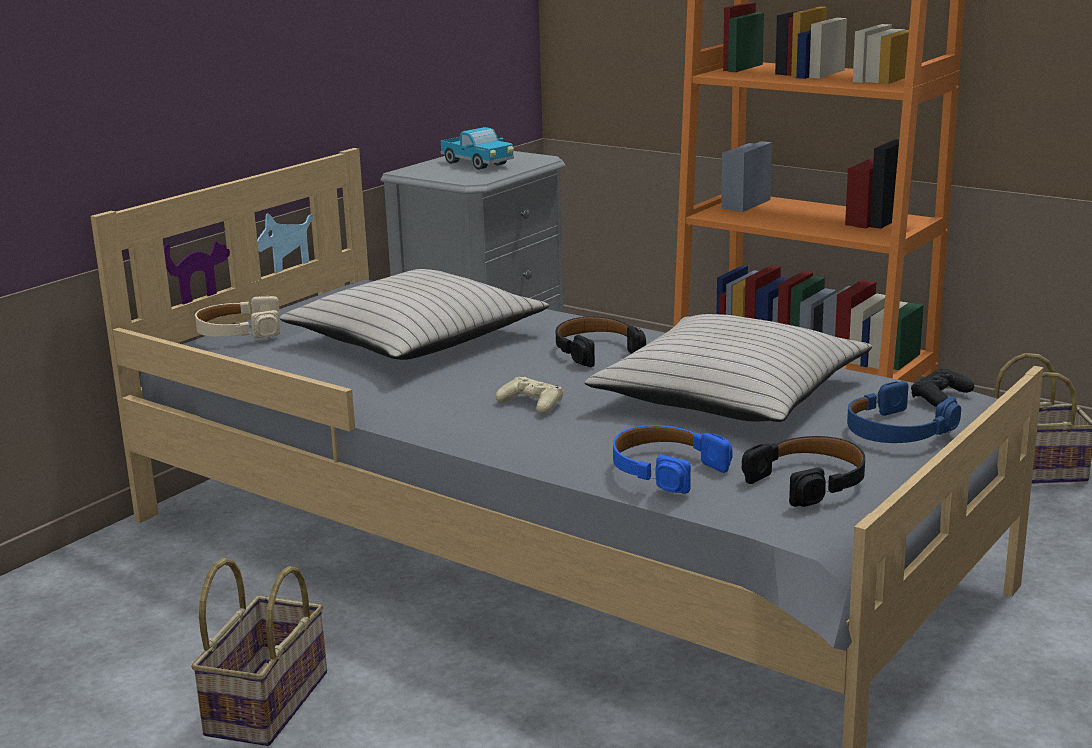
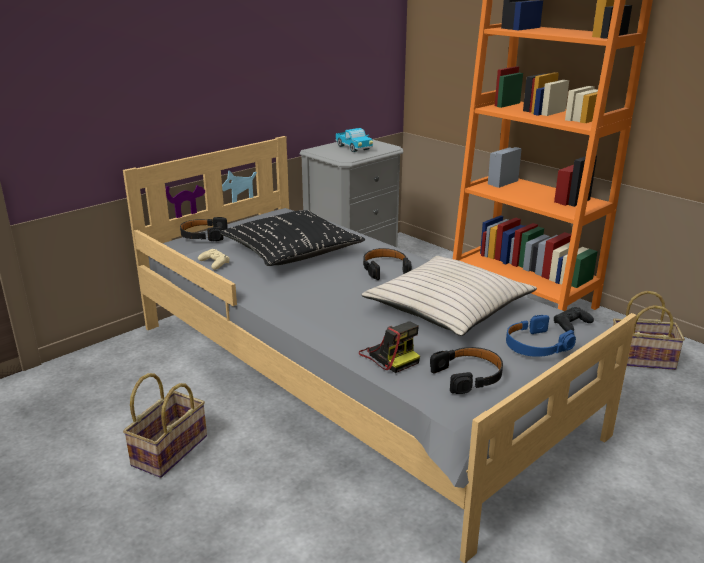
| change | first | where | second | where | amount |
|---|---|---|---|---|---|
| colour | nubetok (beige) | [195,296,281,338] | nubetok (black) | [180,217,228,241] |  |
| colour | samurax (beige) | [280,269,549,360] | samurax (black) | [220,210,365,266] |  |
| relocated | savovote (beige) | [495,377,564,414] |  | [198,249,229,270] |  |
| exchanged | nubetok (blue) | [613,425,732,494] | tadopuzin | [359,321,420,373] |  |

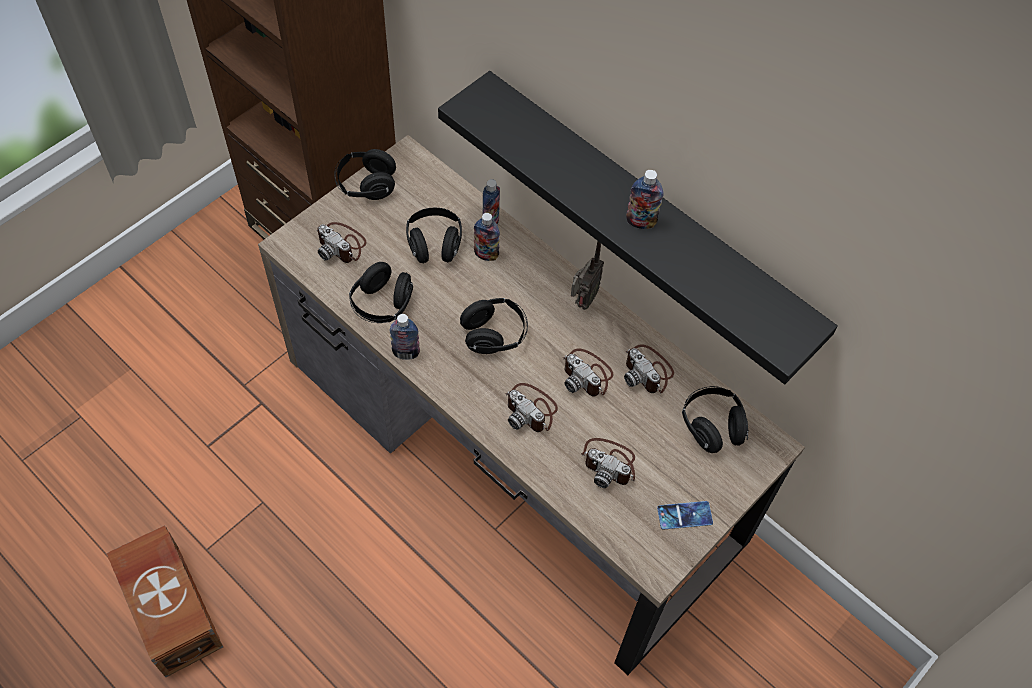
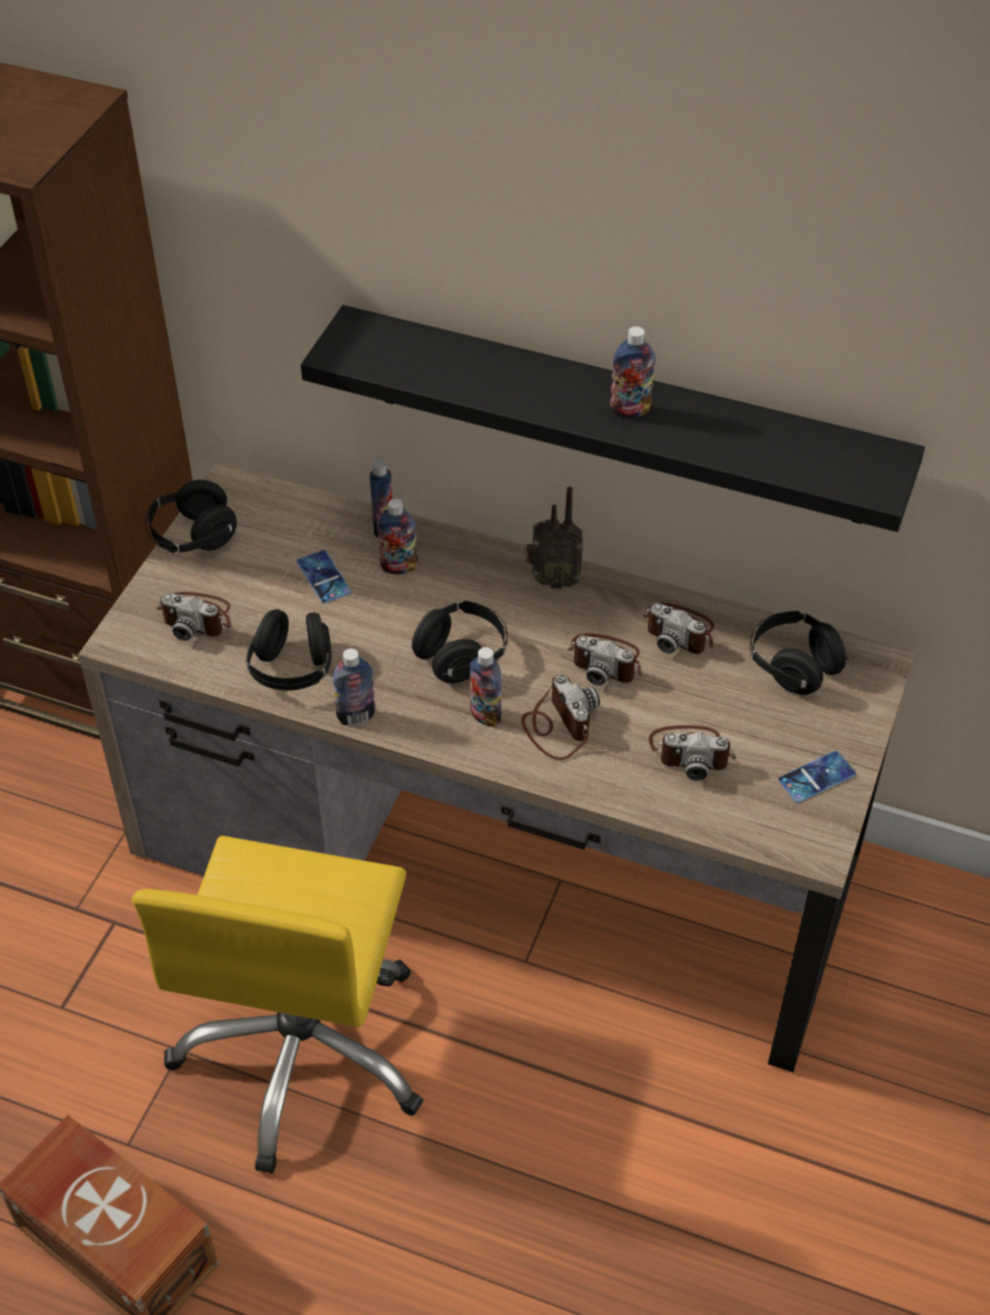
| change | first | where | second | where | amount |
|---|---|---|---|---|---|
| exchanged | nubetok (black) | [406,208,462,263] | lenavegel | [297,550,351,603] |  |
| spun | tadopuzin | [505,383,558,432] |  | [521,675,600,760] | 135 degrees counterclockwise |
| spun | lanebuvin | [571,241,604,310] |  | [526,486,583,589] | 90 degrees clockwise |
| appeared |  |  | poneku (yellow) | [132,836,423,1174] |  |
| appeared |  |  | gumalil | [470,647,501,727] |  |

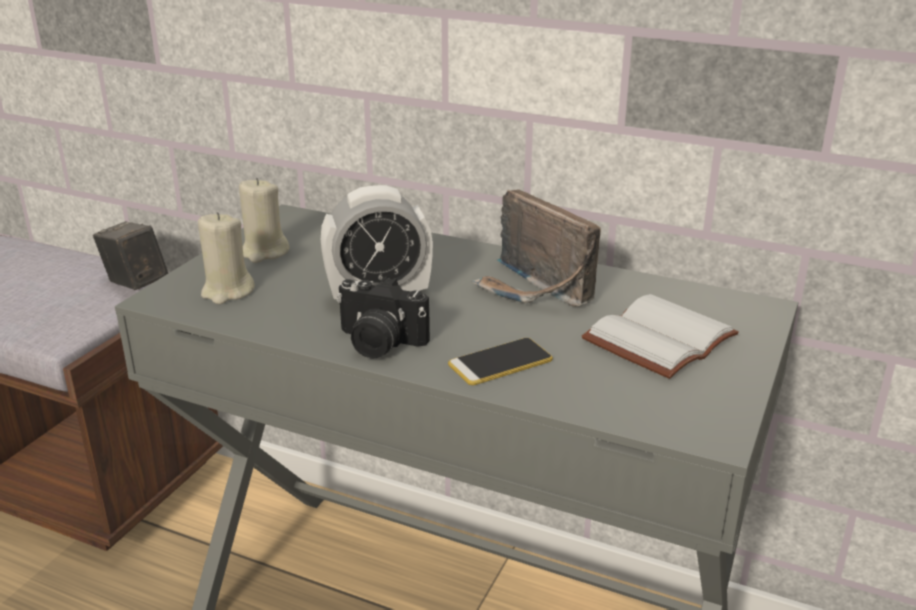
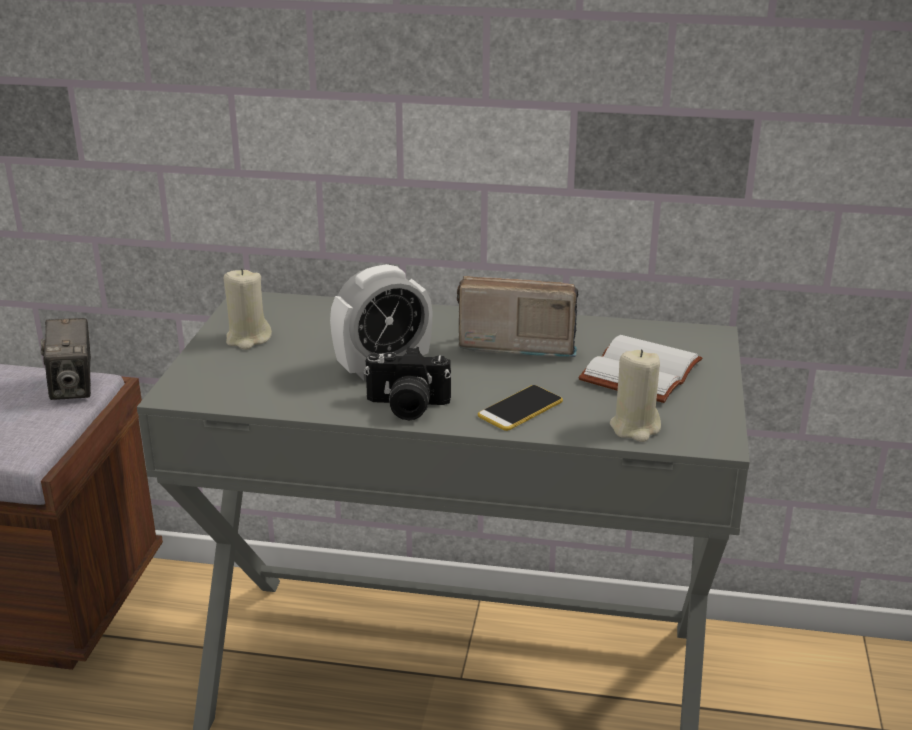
| change | first | where | second | where | amount |
|---|---|---|---|---|---|
| spun | tadopuzin | [93,221,168,290] |  | [40,318,91,400] | 135 degrees counterclockwise |
| relocated | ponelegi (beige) | [198,212,255,304] |  | [610,349,661,442] |  |
| spun | lanebuvin | [471,189,601,307] |  | [457,276,578,357] | 150 degrees clockwise |

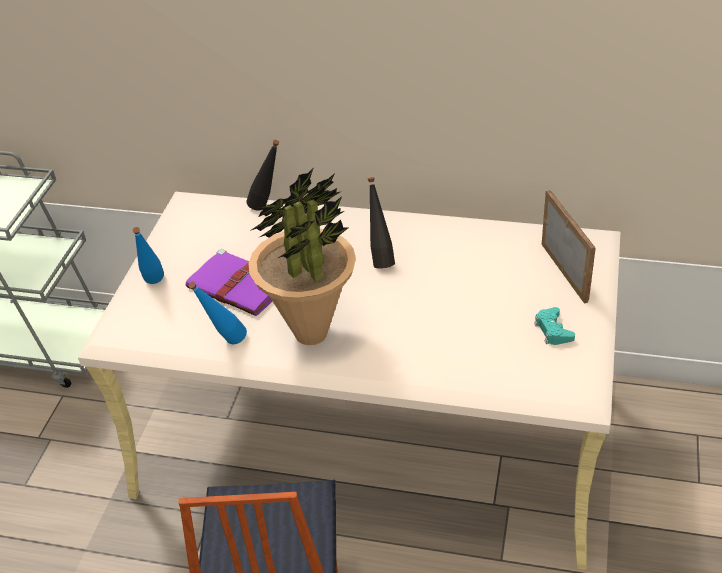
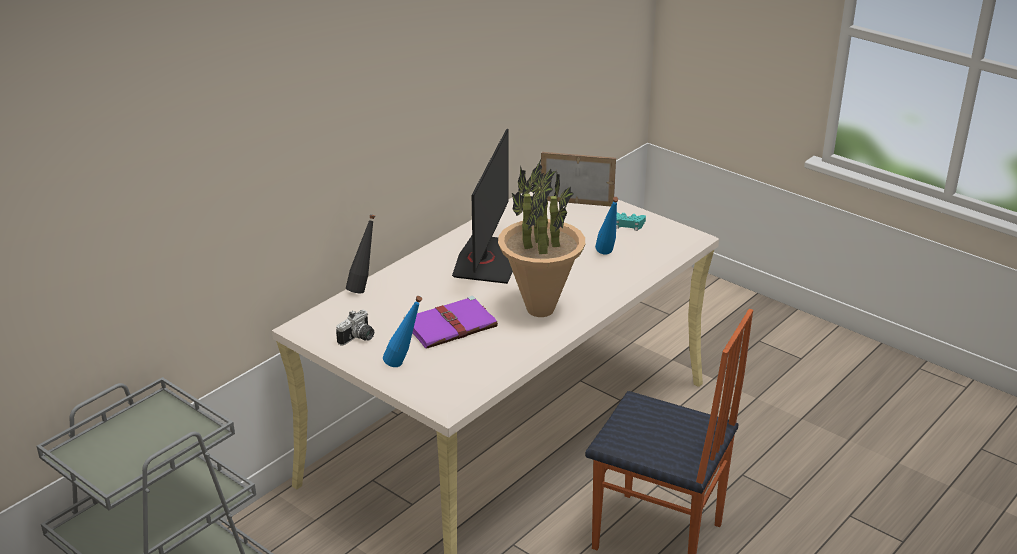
| change | first | where | second | where | amount |
|---|---|---|---|---|---|
| relocated | gumalil (blue) | [189,282,247,345] |  | [595,197,619,254] |  |
| exchanged | gumalil (black) | [368,177,395,269] | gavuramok | [452,129,513,284] |  |
| appeared |  |  | tadopuzin | [336,310,374,345] |  |

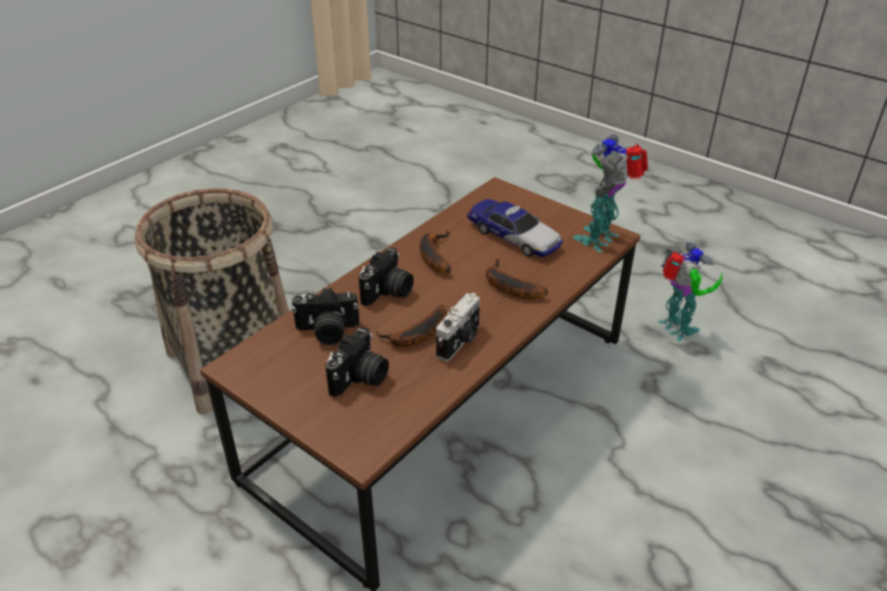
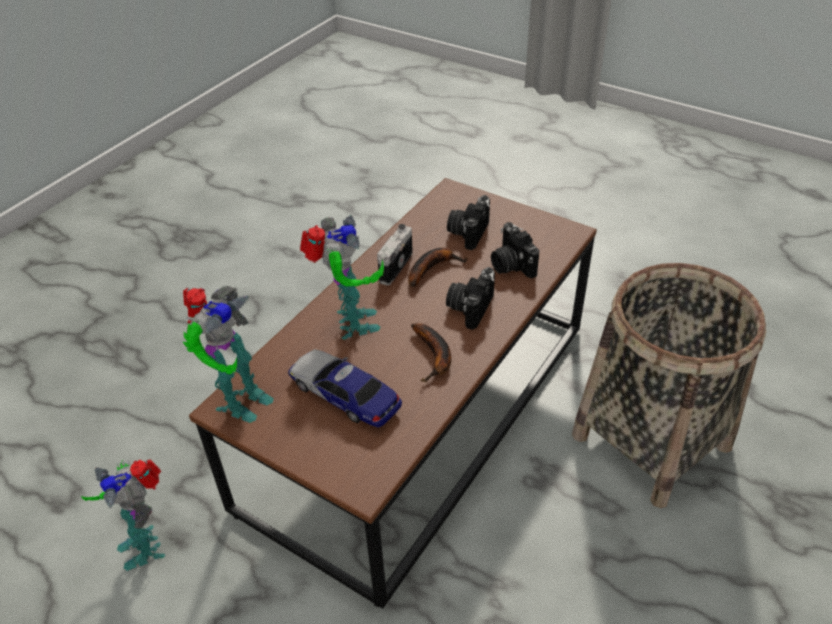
| change | first | where | second | where | amount |
|---|---|---|---|---|---|
| spun | tadopuzin | [292,287,359,345] |  | [491,222,539,278] | 105 degrees counterclockwise |
| exchanged | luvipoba | [486,259,548,299] | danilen | [300,215,384,340] |  |

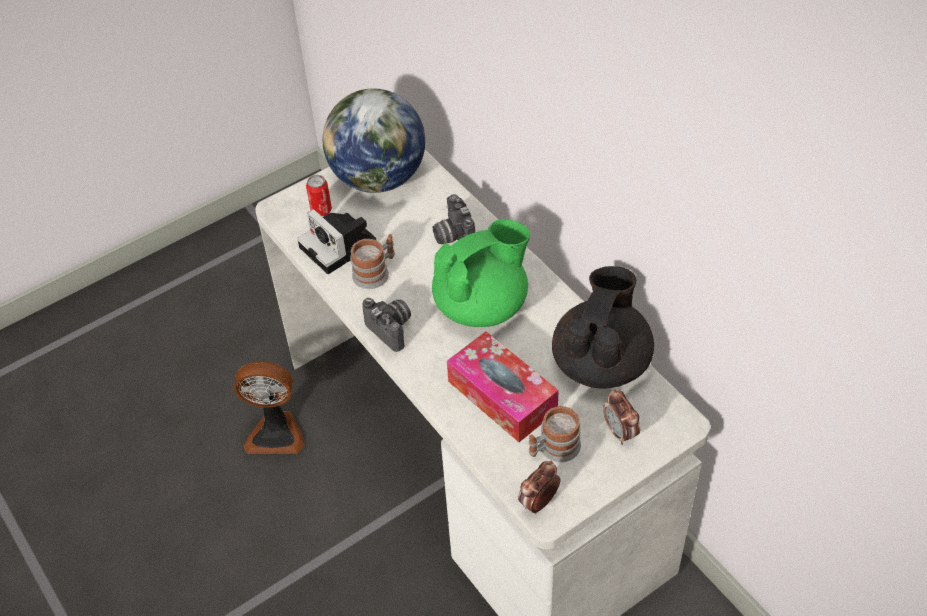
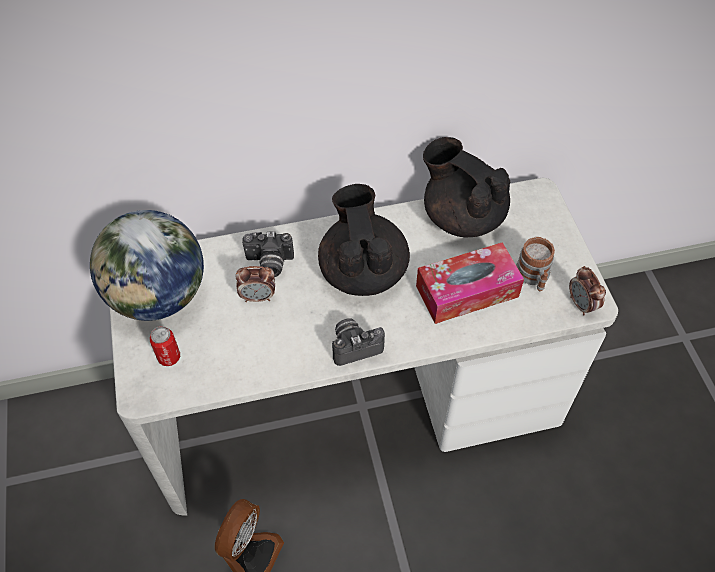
| change | first | where | second | where | amount |
|---|---|---|---|---|---|
| missing | tadopuzin | [297,209,376,274] |  |  |  |
| missing | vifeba | [350,234,395,289] |  |  |  |
| colour | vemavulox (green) | [432,219,530,327] | vemavulox (black) | [318,184,410,296] |  |
| relocated | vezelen | [603,389,640,445] |  | [235,266,275,302] |  |

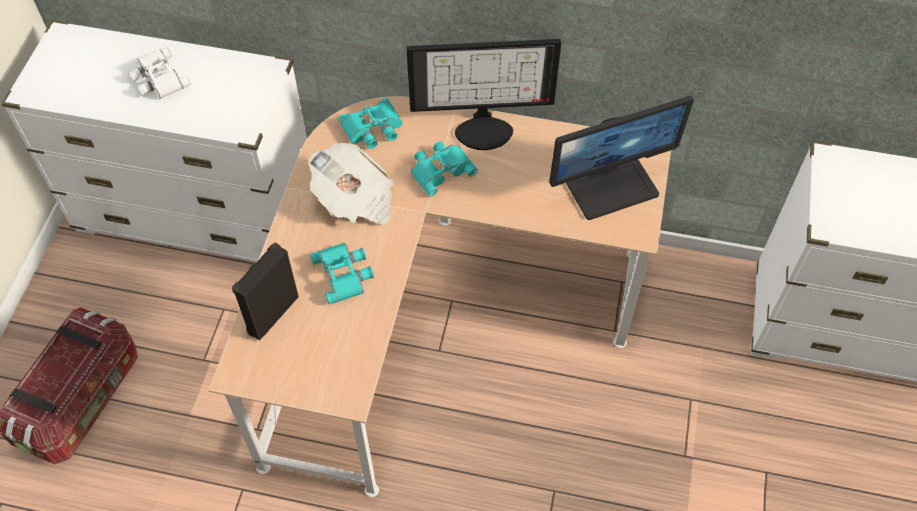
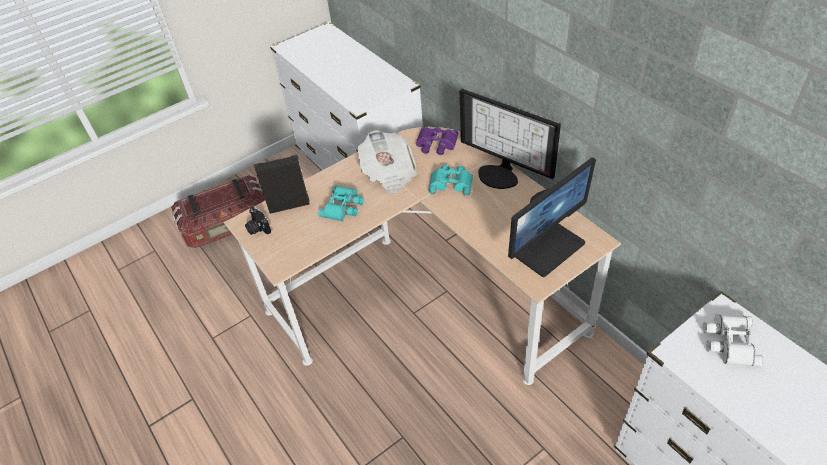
| change | first | where | second | where | amount |
|---|---|---|---|---|---|
| relocated | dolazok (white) | [128,47,190,99] |  | [703,314,763,366] |  |
| colour | dolazok (turquoise) | [338,98,403,149] | dolazok (purple) | [416,127,459,155] |  |
| spun | gavuramok | [549,95,694,220] |  | [508,157,596,277] | 60 degrees counterclockwise |
| appeared |  |  | tadopuzin | [245,207,271,235] |  |

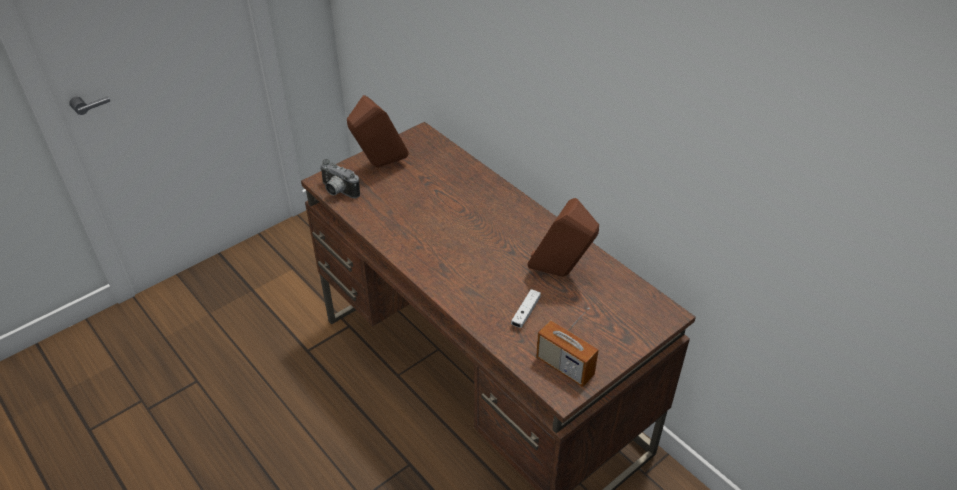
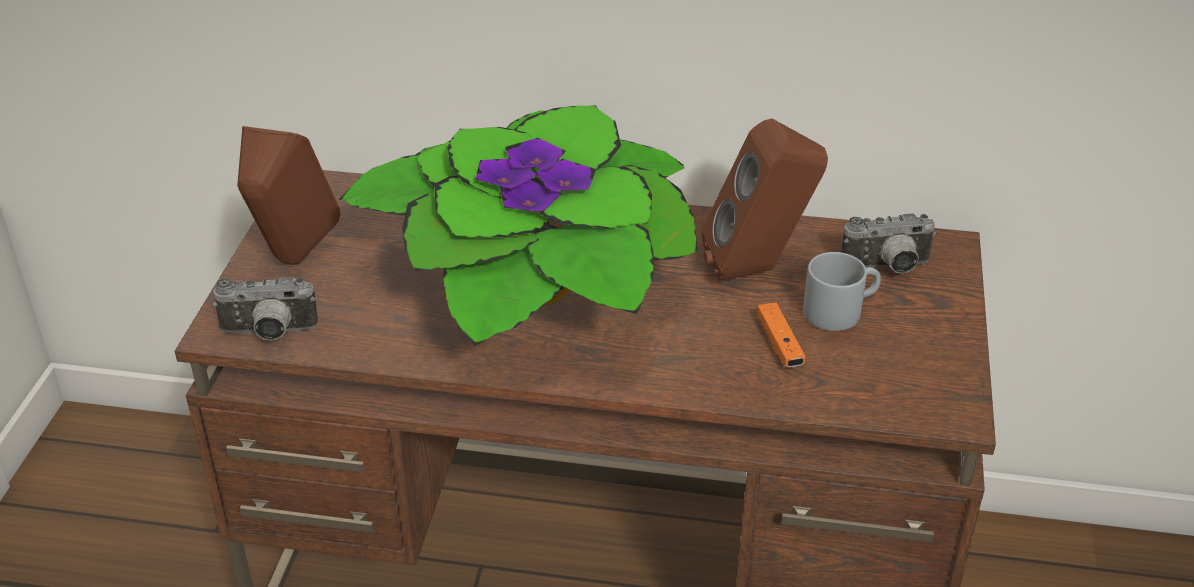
| change | first | where | second | where | amount |
|---|---|---|---|---|---|
| colour | savovote (white) | [511,289,541,328] | savovote (orange) | [757,302,805,367] |  |
| missing | lanebuvin | [536,308,599,387] |  |  |  |
| appeared |  |  | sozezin | [339,106,698,346] |  |
| appeared |  |  | vifeba (grey) | [803,252,881,331] |  |
| appeared |  |  | tadopuzin | [841,213,936,274] |  |

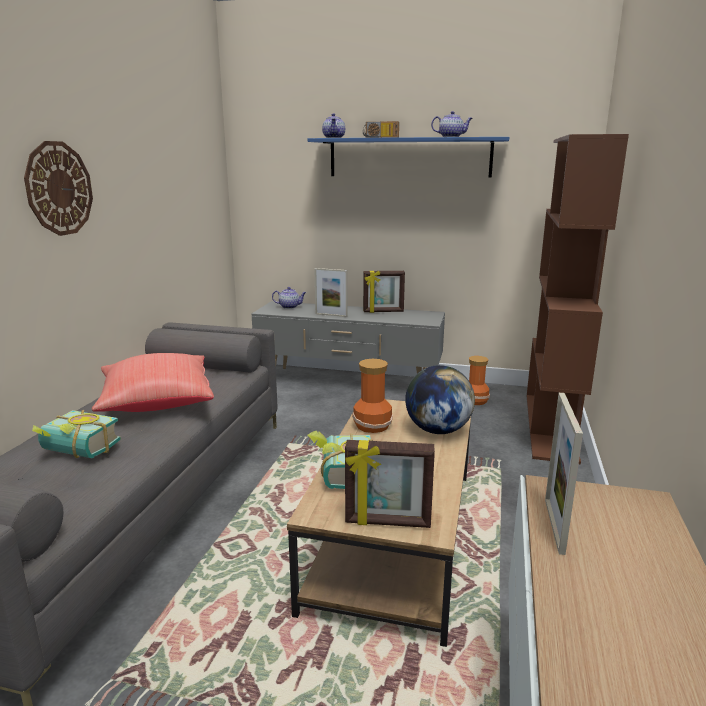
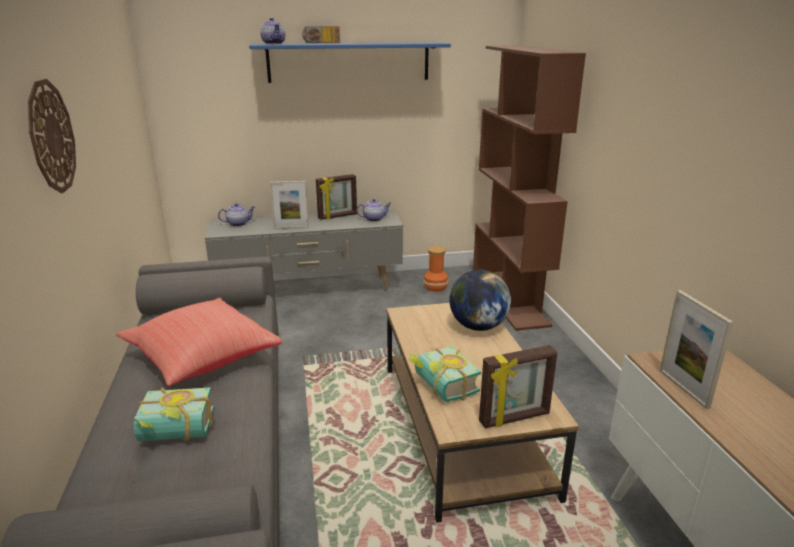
| change | first | where | second | where | amount |
|---|---|---|---|---|---|
| missing | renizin | [352,359,393,433] |  |  |  |
| relocated | vemavulox | [431,111,473,137] |  | [356,199,391,222] |  |

